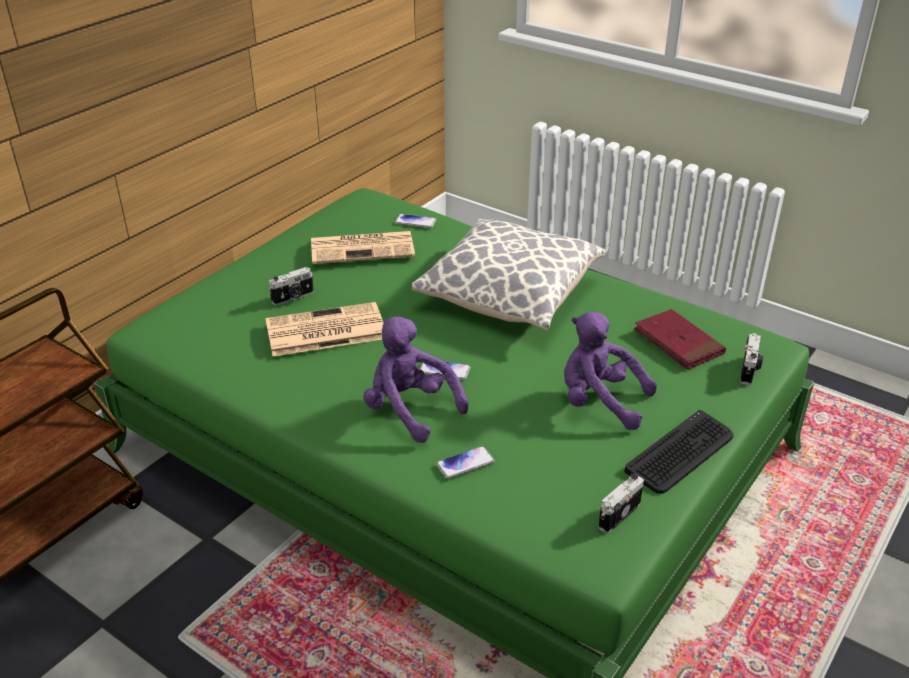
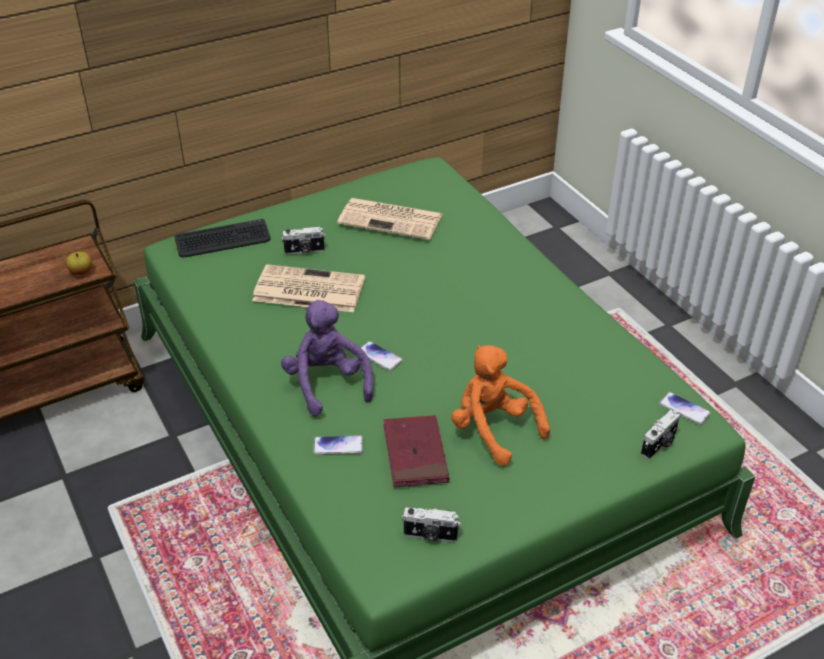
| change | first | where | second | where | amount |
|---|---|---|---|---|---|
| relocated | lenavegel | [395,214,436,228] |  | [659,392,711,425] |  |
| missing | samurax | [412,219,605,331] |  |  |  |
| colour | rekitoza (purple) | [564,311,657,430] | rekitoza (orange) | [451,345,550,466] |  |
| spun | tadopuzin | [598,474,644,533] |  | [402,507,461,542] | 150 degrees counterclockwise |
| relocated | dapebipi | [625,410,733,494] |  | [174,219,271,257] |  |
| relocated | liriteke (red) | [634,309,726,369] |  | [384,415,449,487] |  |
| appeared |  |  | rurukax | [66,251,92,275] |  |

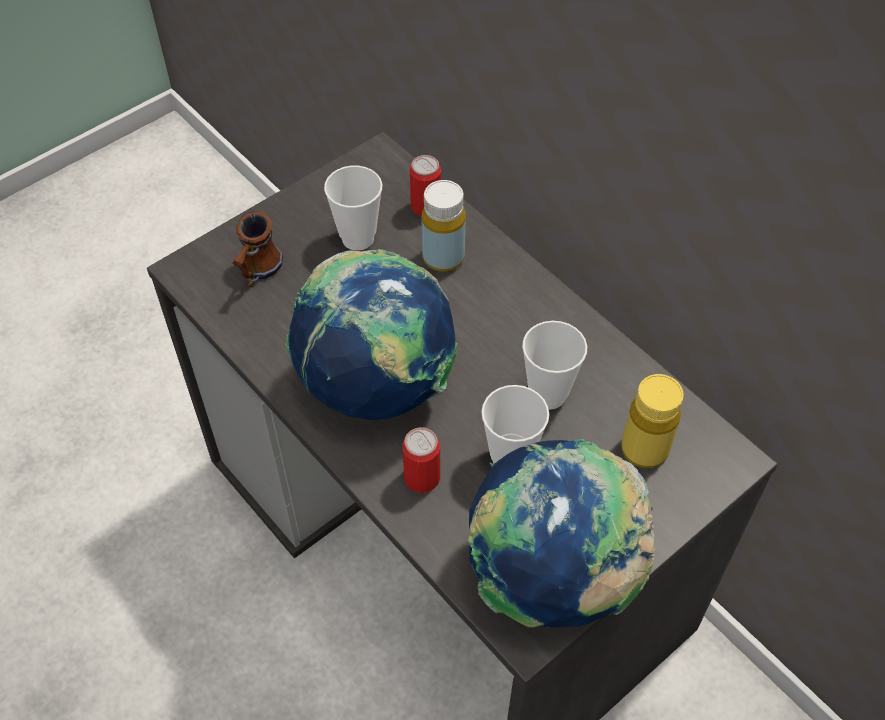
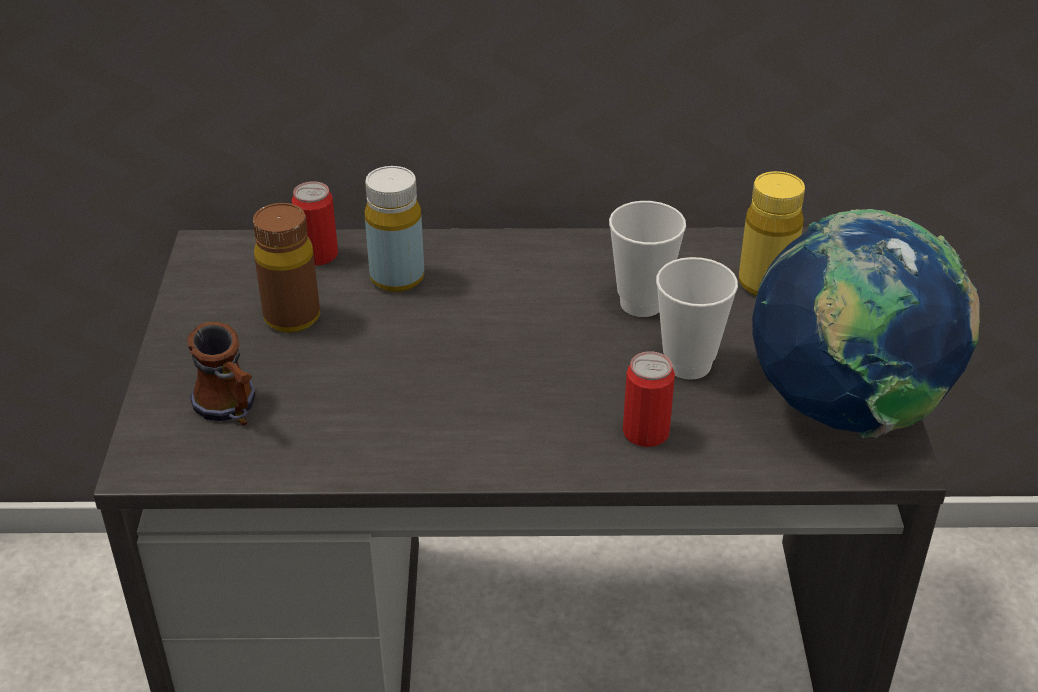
| change | first | where | second | where | amount |
|---|---|---|---|---|---|
| missing | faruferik | [286,249,457,420] |  |  |  |
| exchanged | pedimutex | [324,166,383,251] | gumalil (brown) | [253,203,320,333] |  |

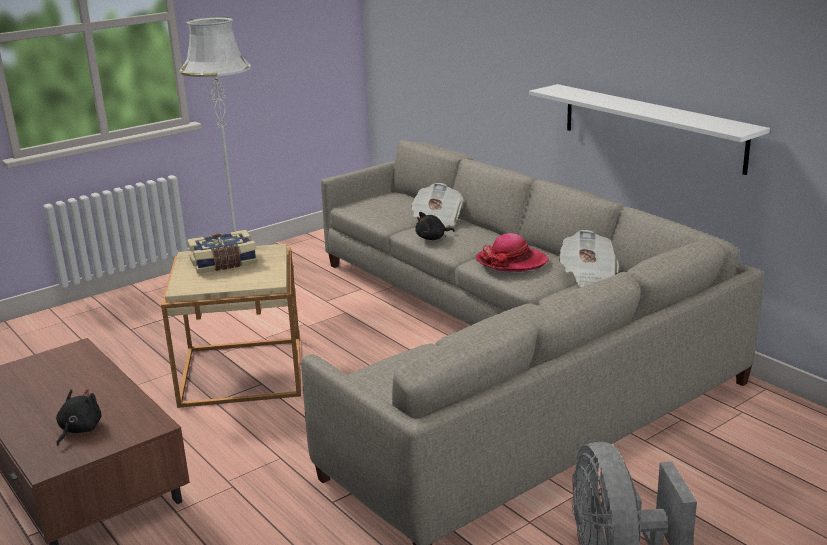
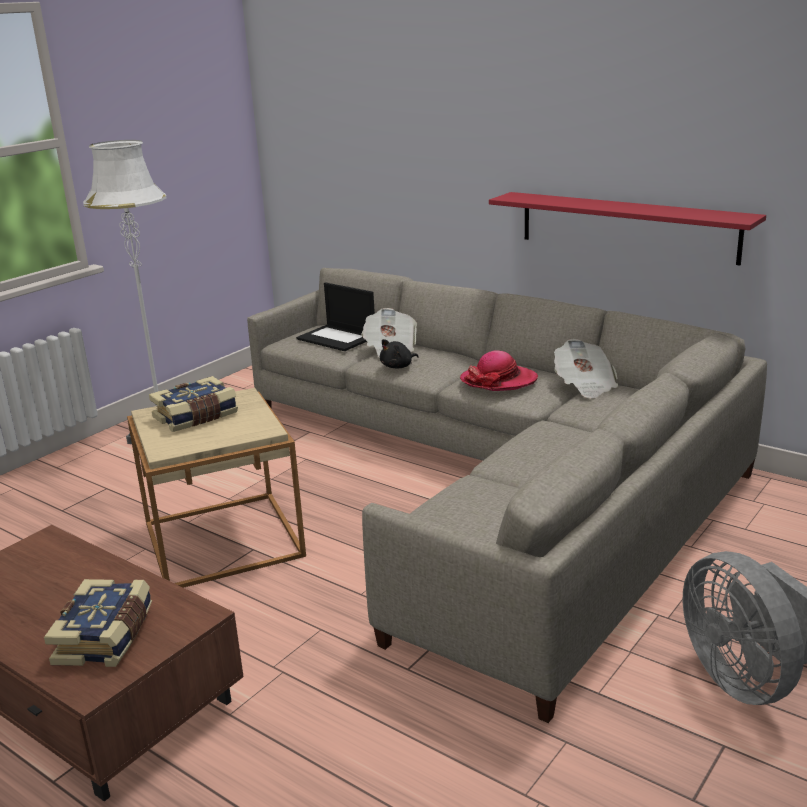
| change | first | where | second | where | amount |
|---|---|---|---|---|---|
| exchanged | rekitoza (black) | [56,389,102,446] | liriteke | [44,579,152,667] |  |
| colour | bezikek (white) | [529,84,770,175] | bezikek (red) | [489,192,766,266] |  |
| appeared |  |  | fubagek | [296,282,375,351] |  |

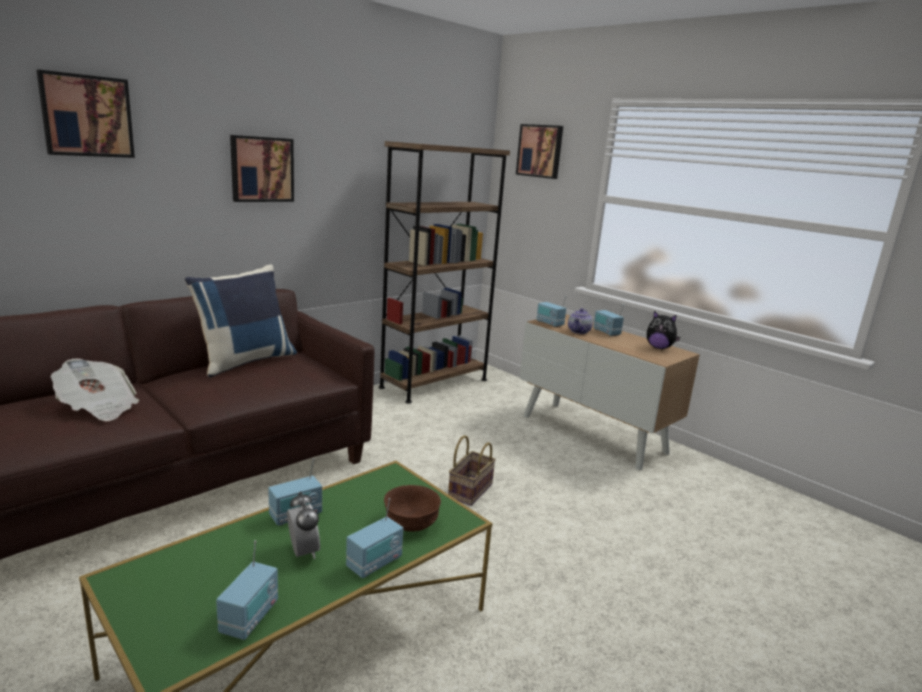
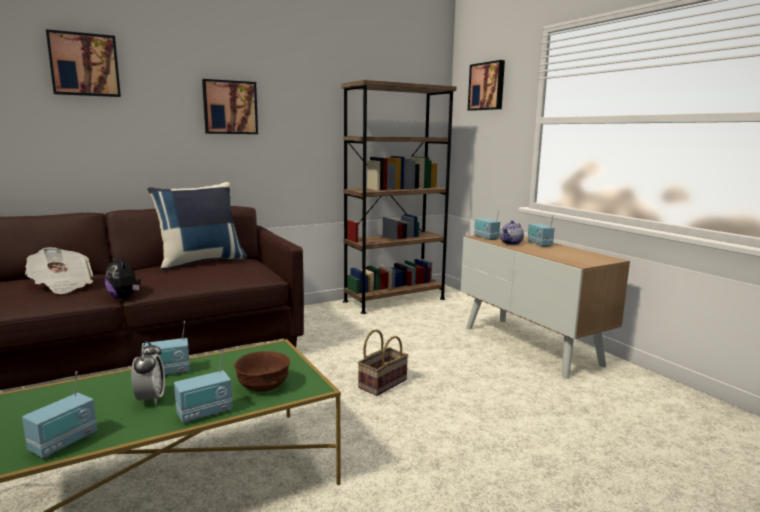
| change | first | where | second | where | amount |
|---|---|---|---|---|---|
| relocated | rekitoza | [647,311,680,349] |  | [105,255,141,299] |  |

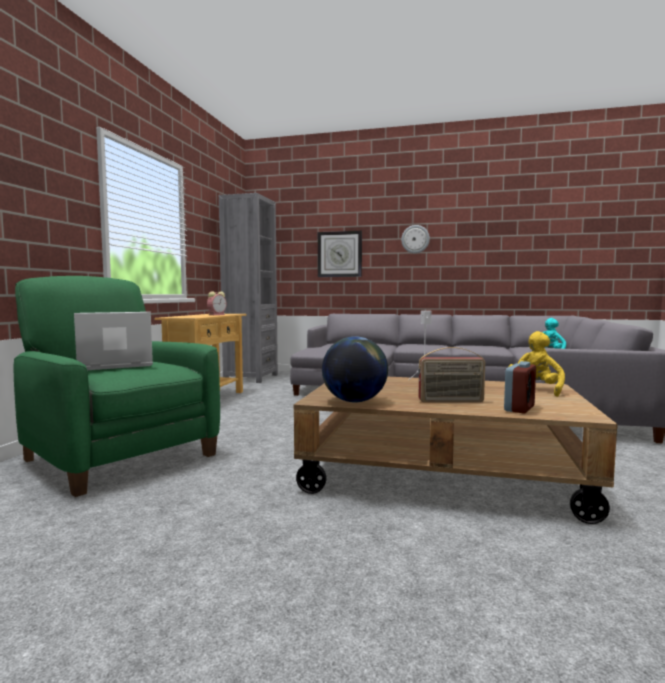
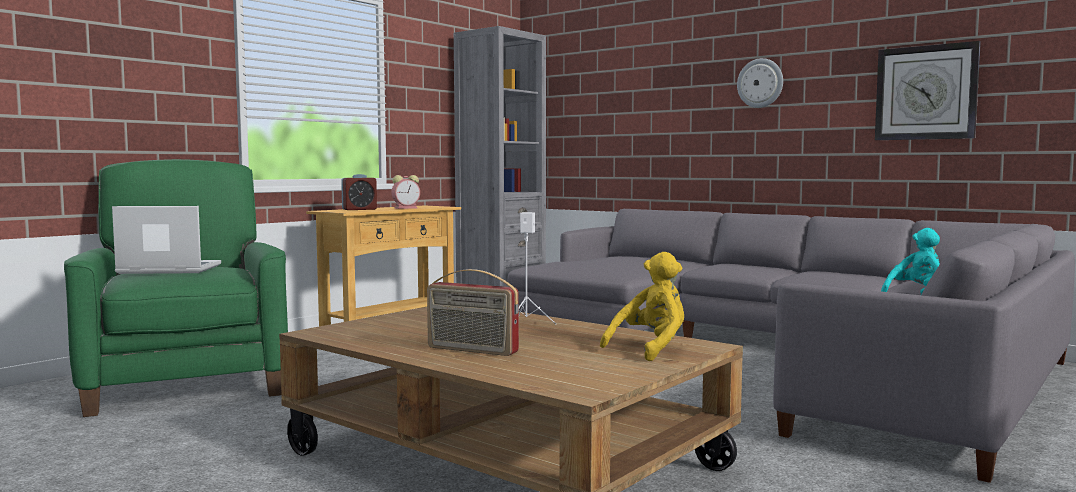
| change | first | where | second | where | amount |
|---|---|---|---|---|---|
| relocated | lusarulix | [318,231,362,277] |  | [875,41,981,140] |  |
| missing | faruferik | [322,336,388,403] |  |  |  |
| relocated | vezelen | [504,361,536,414] |  | [341,174,377,210] |  |

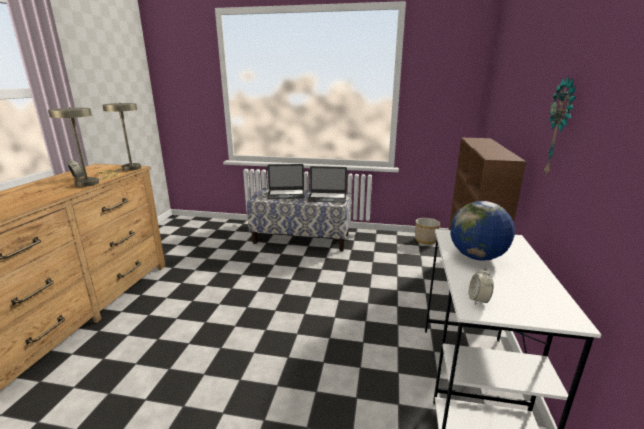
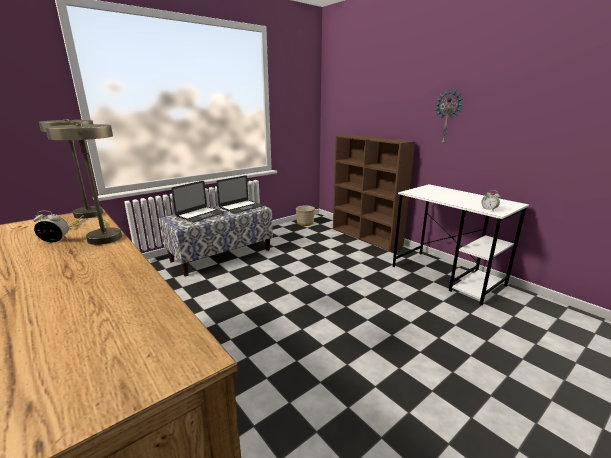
| change | first | where | second | where | amount |
|---|---|---|---|---|---|
| missing | faruferik | [450,201,515,261] |  |  |  |

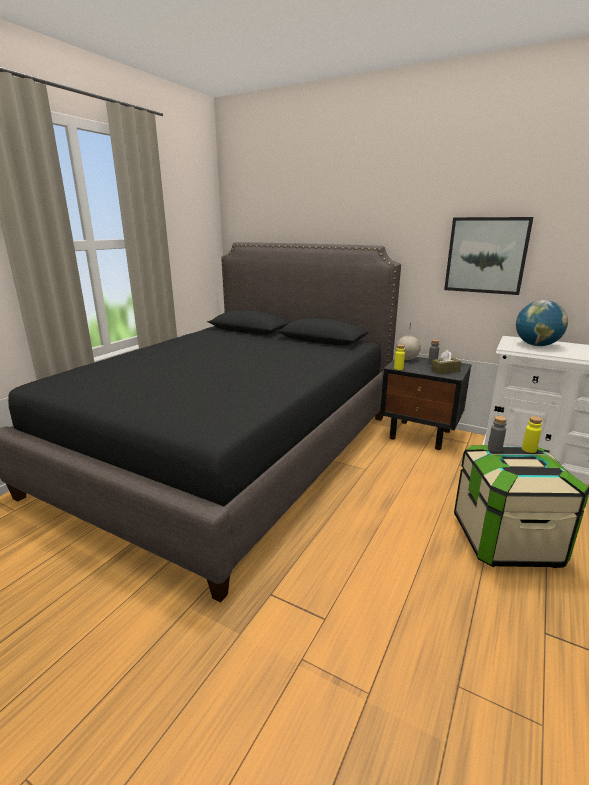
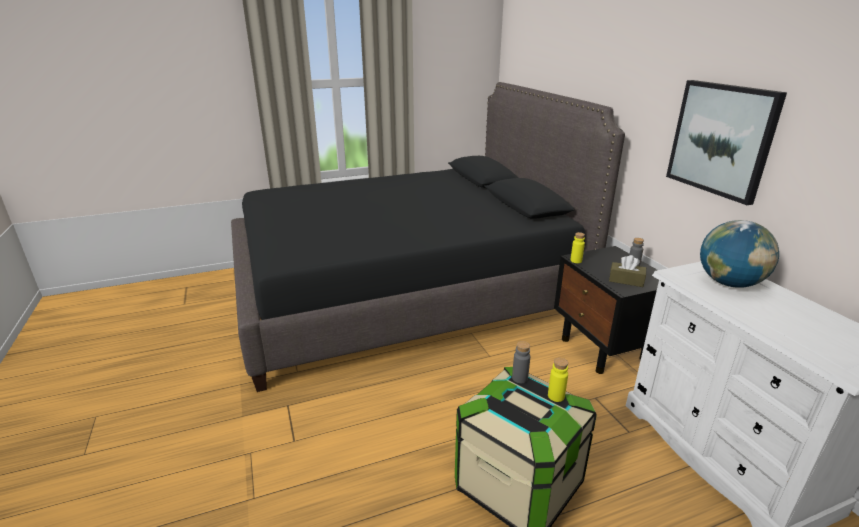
| change | first | where | second | where | amount |
|---|---|---|---|---|---|
| missing | faruferik | [396,323,421,360] |  |  |  |

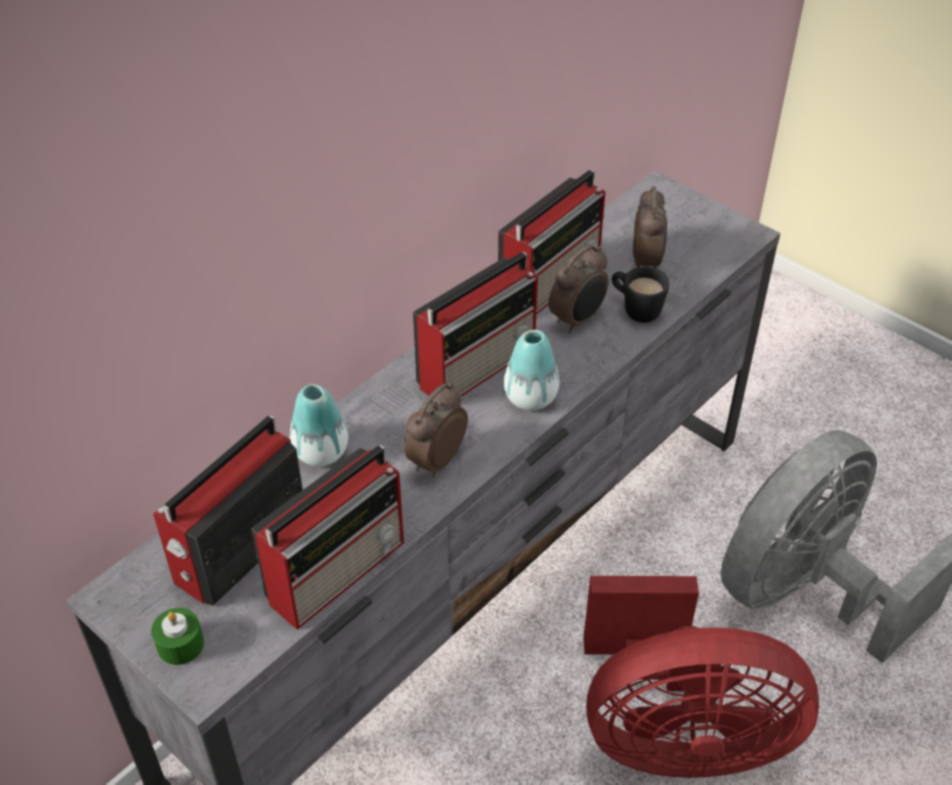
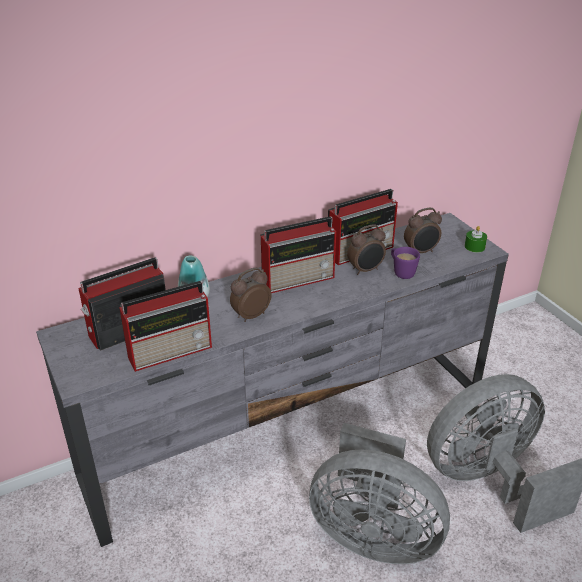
| change | first | where | second | where | amount |
|---|---|---|---|---|---|
| relocated | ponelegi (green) | [151,608,204,665] |  | [465,226,487,252] |  |
| missing | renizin | [504,330,559,410] |  |  |  |
| colour | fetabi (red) | [583,576,819,778] | fetabi (grey) | [309,423,450,564] |  |
| colour | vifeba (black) | [612,267,670,323] | vifeba (purple) | [391,247,420,279] |  |
| spun | vezelen | [633,186,667,268] |  | [404,208,442,253] | 45 degrees clockwise |

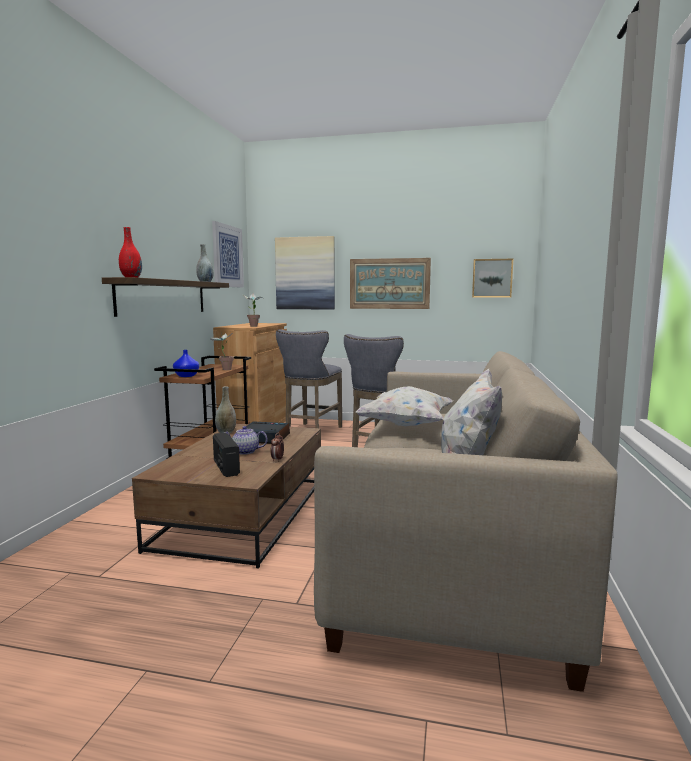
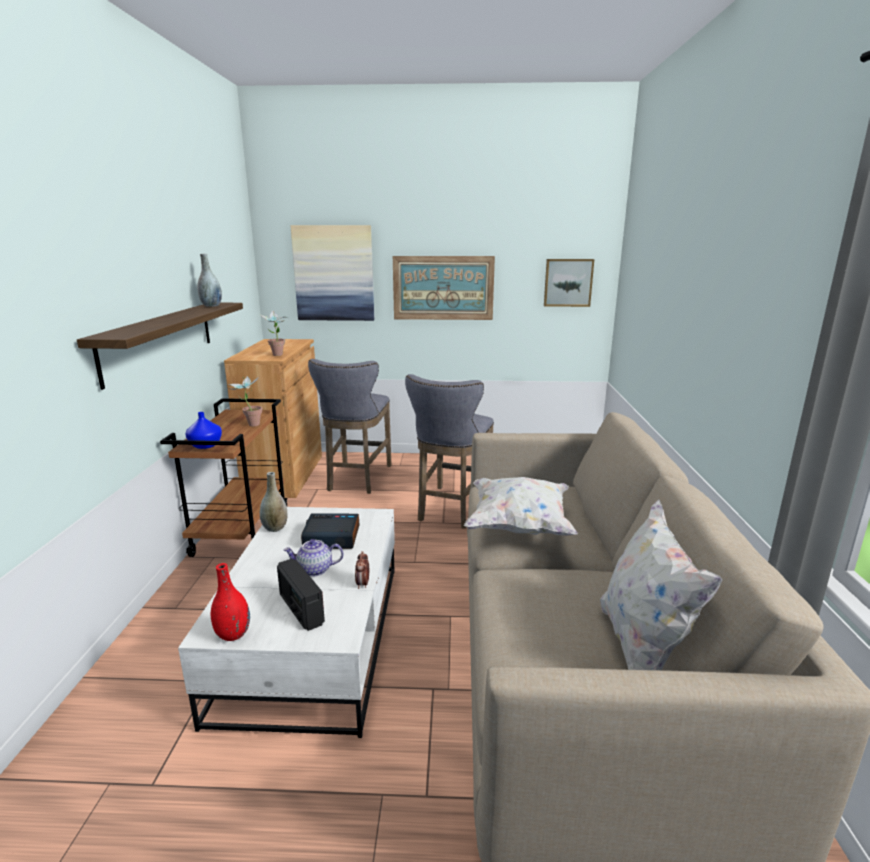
| change | first | where | second | where | amount |
|---|---|---|---|---|---|
| relocated | renizin (red) | [119,227,142,278] |  | [211,563,250,641] |  |
| colour | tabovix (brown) | [132,424,321,569] | tabovix (white) | [178,507,395,738] |  |
| missing | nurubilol | [212,221,244,288] |  |  |  |

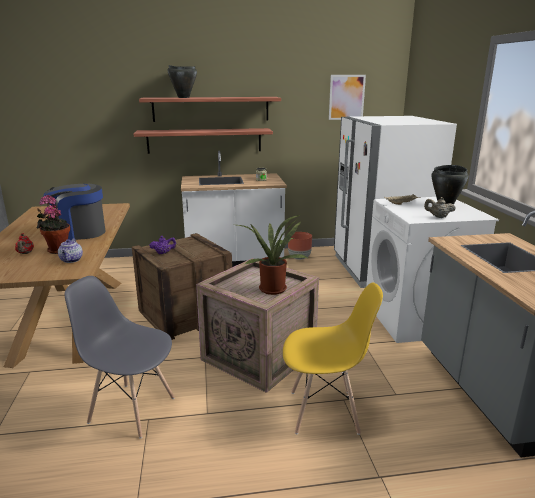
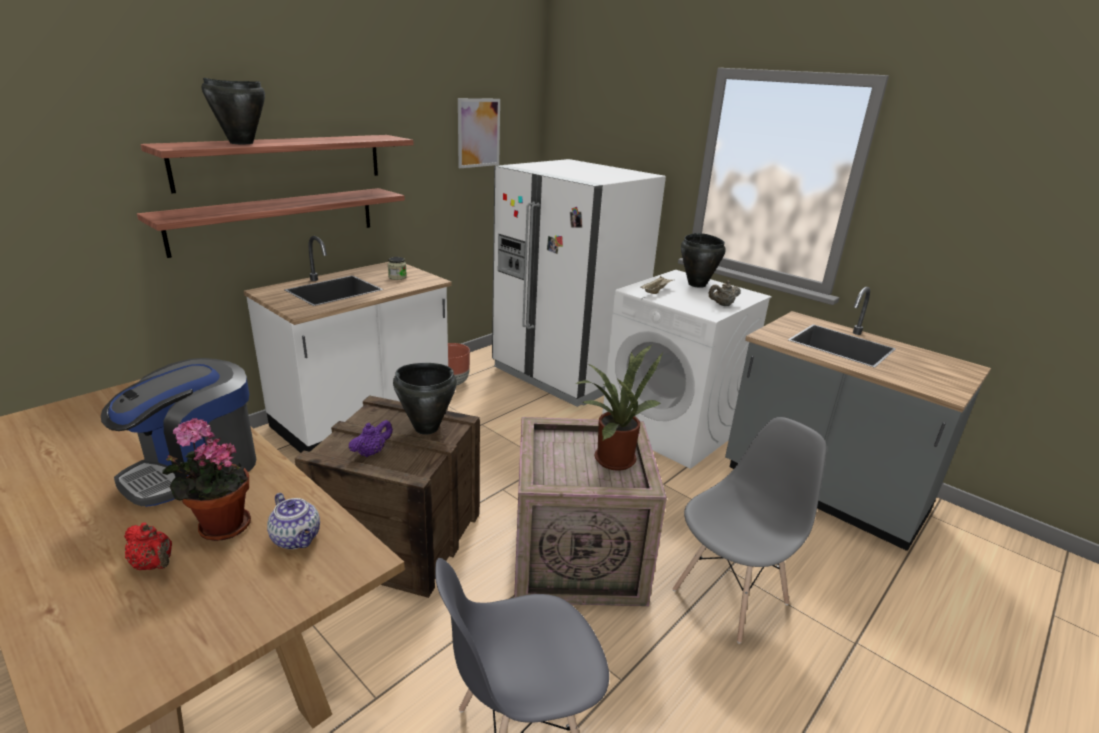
| change | first | where | second | where | amount |
|---|---|---|---|---|---|
| colour | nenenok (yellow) | [283,283,383,435] | nenenok (grey) | [673,417,827,644] |  |
| appeared |  |  | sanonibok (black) | [393,363,457,435] |  |

